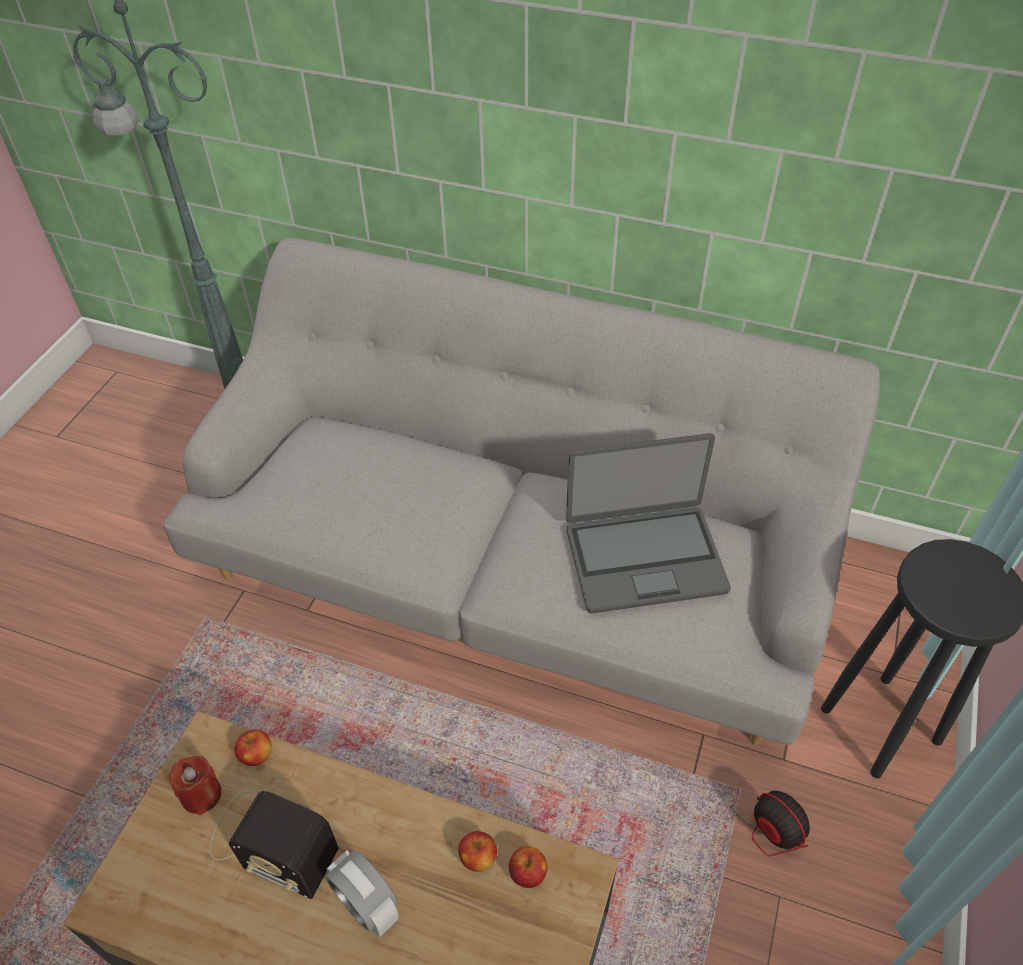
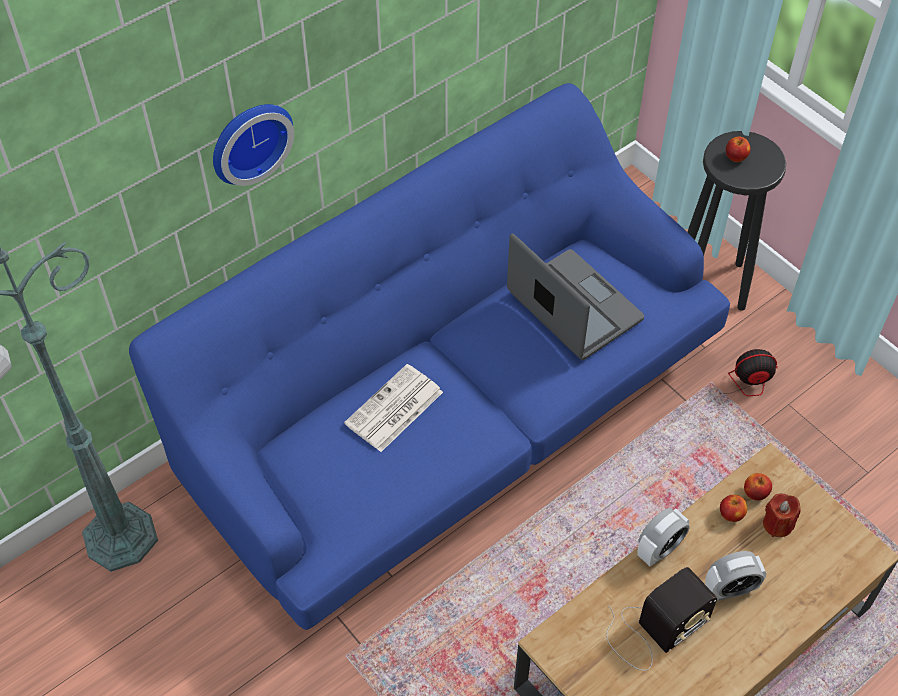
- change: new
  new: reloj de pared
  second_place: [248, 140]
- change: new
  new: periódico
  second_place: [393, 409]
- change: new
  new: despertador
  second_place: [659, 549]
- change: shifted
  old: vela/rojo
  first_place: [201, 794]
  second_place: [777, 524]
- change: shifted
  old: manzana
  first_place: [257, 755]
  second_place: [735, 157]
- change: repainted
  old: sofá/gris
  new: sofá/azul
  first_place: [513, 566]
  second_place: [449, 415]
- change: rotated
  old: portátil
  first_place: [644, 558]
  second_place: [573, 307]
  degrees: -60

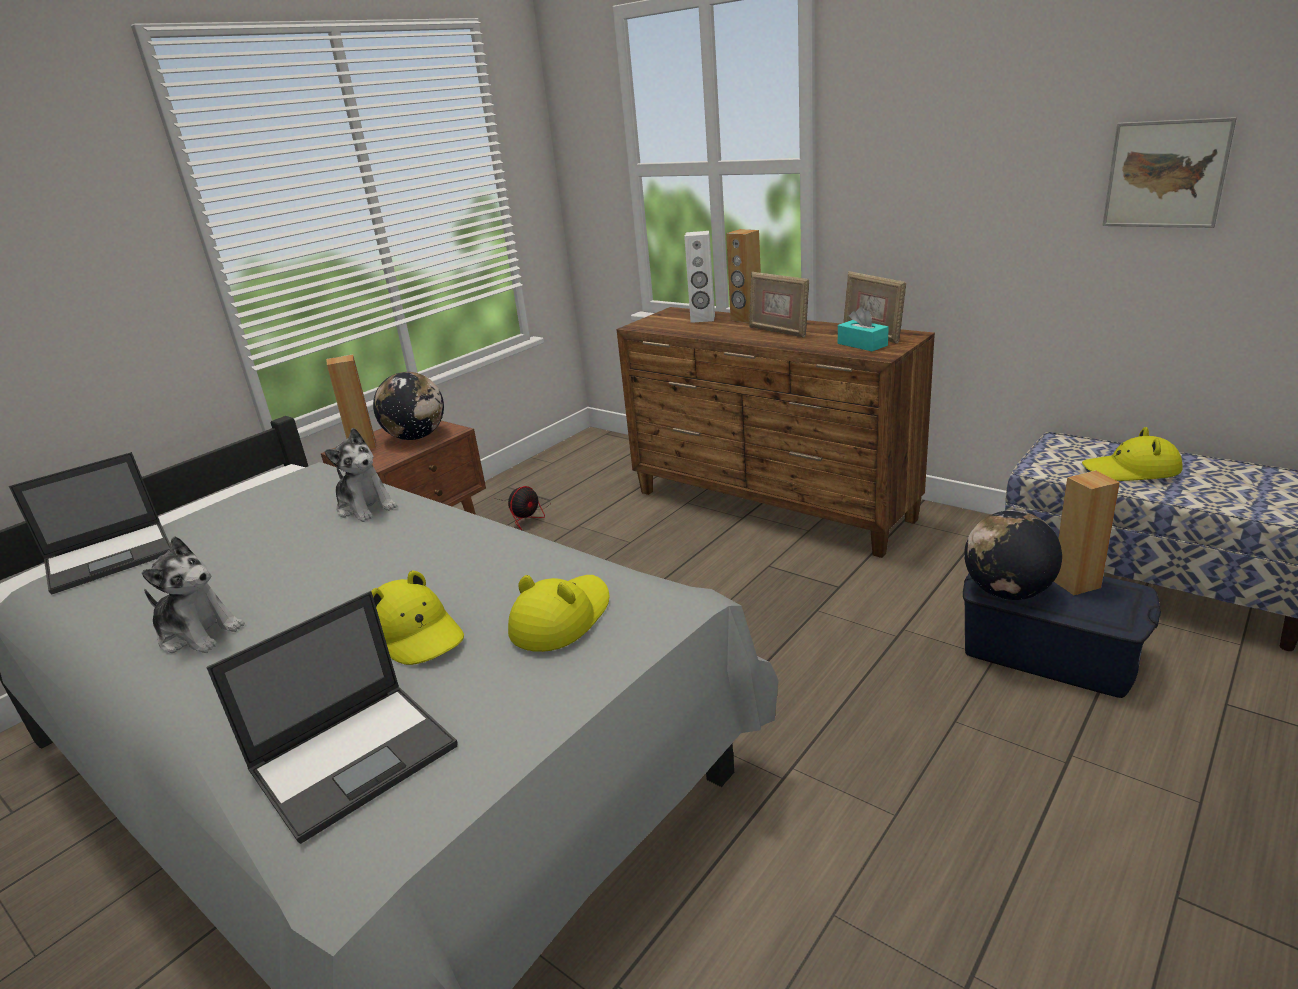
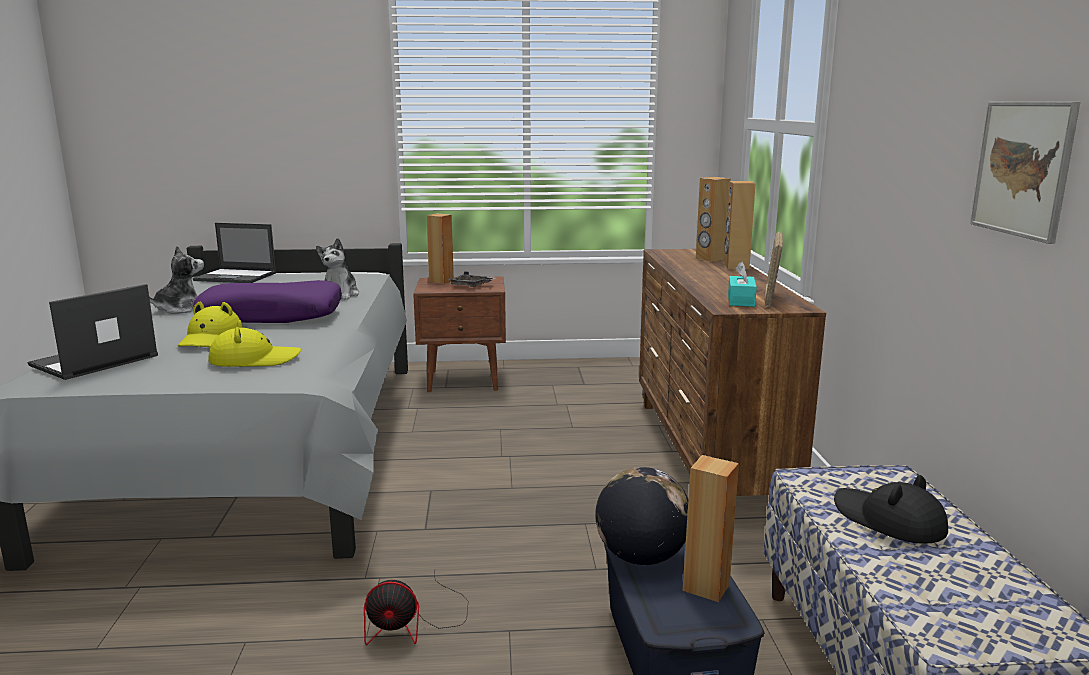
- change: gone
  old: portarretratos
  first_place: [778, 331]
- change: new
  new: cojín/morado
  second_place: [272, 316]
- change: shifted
  old: ventilador
  first_place: [527, 514]
  second_place: [414, 623]
- change: swapped
  old: globo terráqueo
  new: bandeja/gris
  first_place: [416, 437]
  second_place: [471, 286]
- change: repainted
  old: altavoz/blanco
  new: altavoz/marrón
  first_place: [702, 319]
  second_place: [710, 259]
- change: repainted
  old: sombrero/amarillo
  new: sombrero/negro
  first_place: [1131, 470]
  second_place: [888, 520]
- change: rotated
  old: peluche
  first_place: [199, 633]
  second_place: [180, 309]
  degrees: -120
- change: rotated
  old: portátil
  first_place: [356, 757]
  second_place: [93, 361]
  degrees: 120

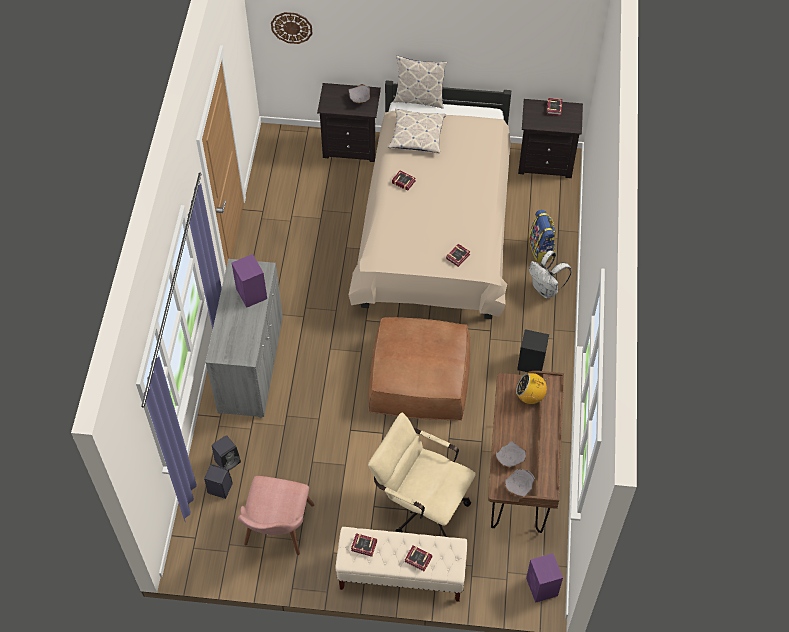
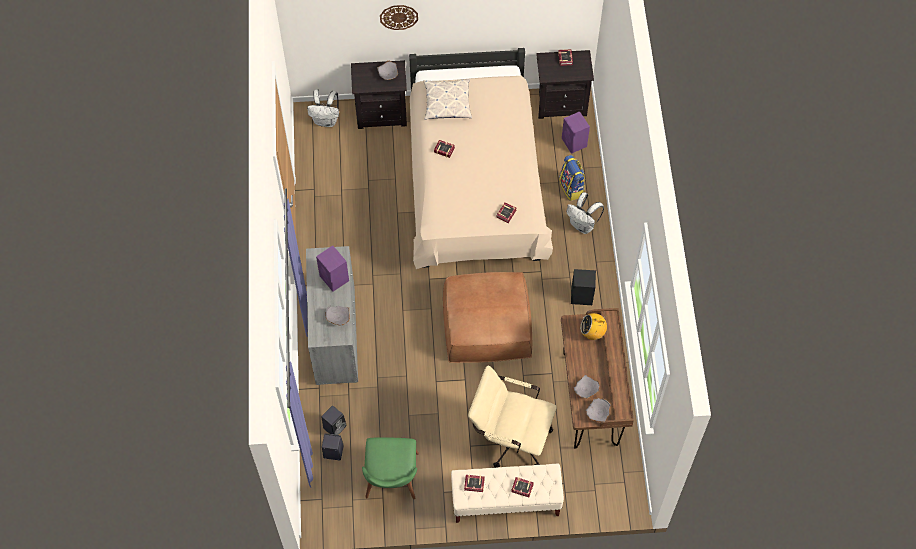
- change: gone
  old: cojín
  first_place: [419, 99]
- change: new
  new: mochila/blanco
  second_place: [326, 120]
- change: new
  new: cuenco/gris
  second_place: [338, 319]
- change: shifted
  old: reloj de pared
  first_place: [291, 27]
  second_place: [399, 17]
- change: shifted
  old: altavoz/morado
  first_place: [542, 587]
  second_place: [574, 143]
- change: repainted
  old: silla/rosa
  new: silla/verde
  first_place: [276, 533]
  second_place: [391, 483]

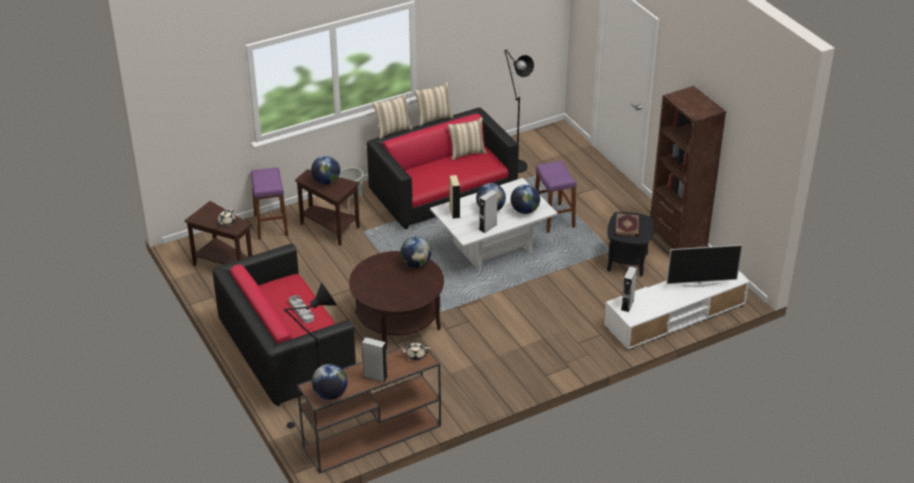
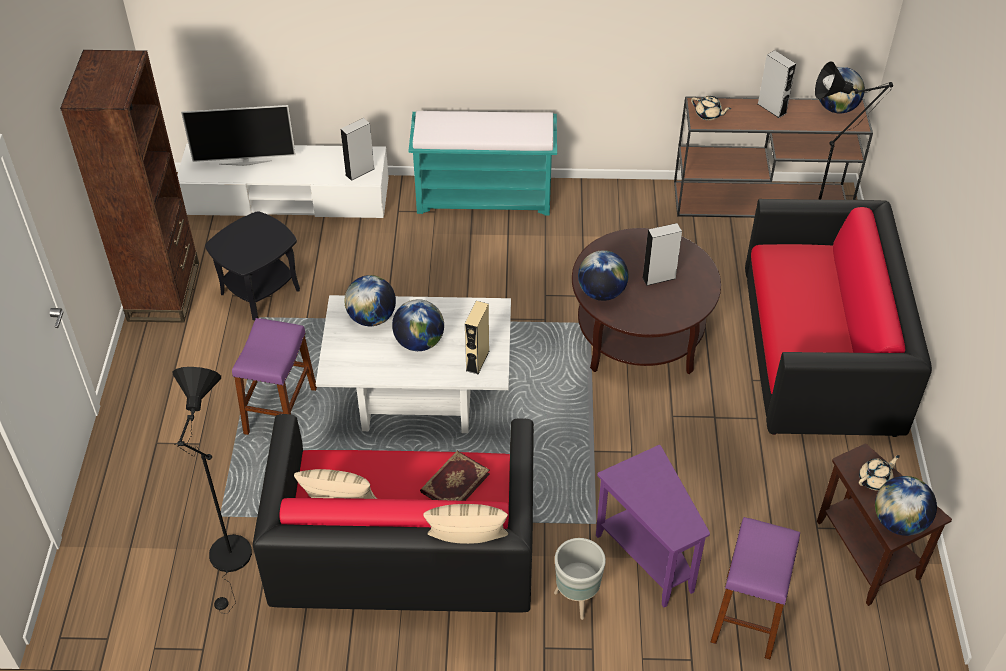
- change: gone
  old: bandeja/gris
  first_place: [301, 311]
- change: gone
  old: cojín/beis
  first_place: [433, 118]
- change: new
  new: banco/turquesa
  second_place: [485, 197]
- change: shifted
  old: globo terráqueo
  first_place: [326, 181]
  second_place: [899, 522]
- change: shifted
  old: altavoz/gris
  first_place: [487, 227]
  second_place: [659, 277]
- change: shifted
  old: libro
  first_place: [627, 226]
  second_place: [454, 482]
- change: repainted
  old: mesa auxiliar/marrón
  new: mesa auxiliar/morado
  first_place: [330, 229]
  second_place: [647, 555]
- change: rotated
  old: televisor
  first_place: [700, 284]
  second_place: [245, 162]
  degrees: 150

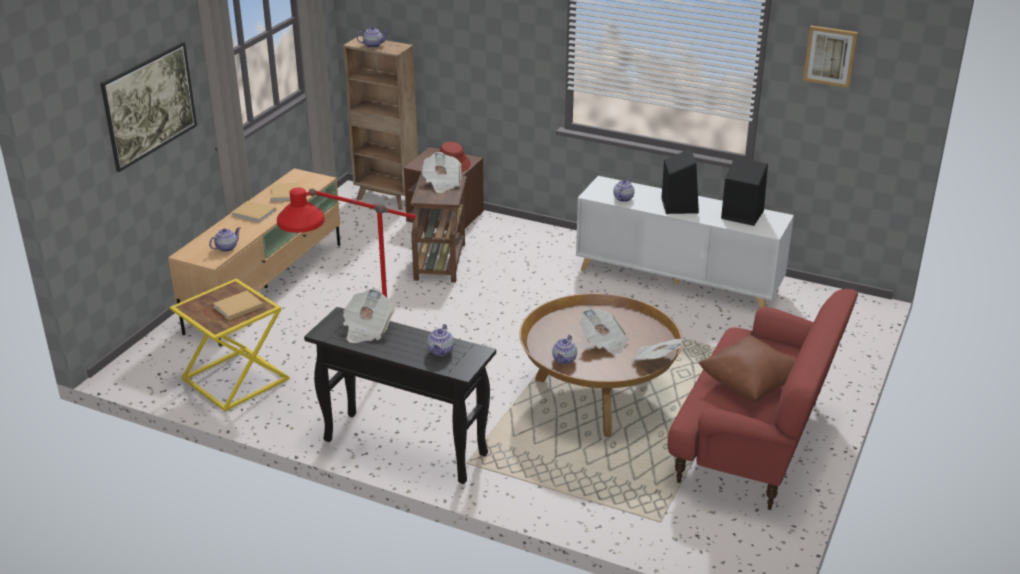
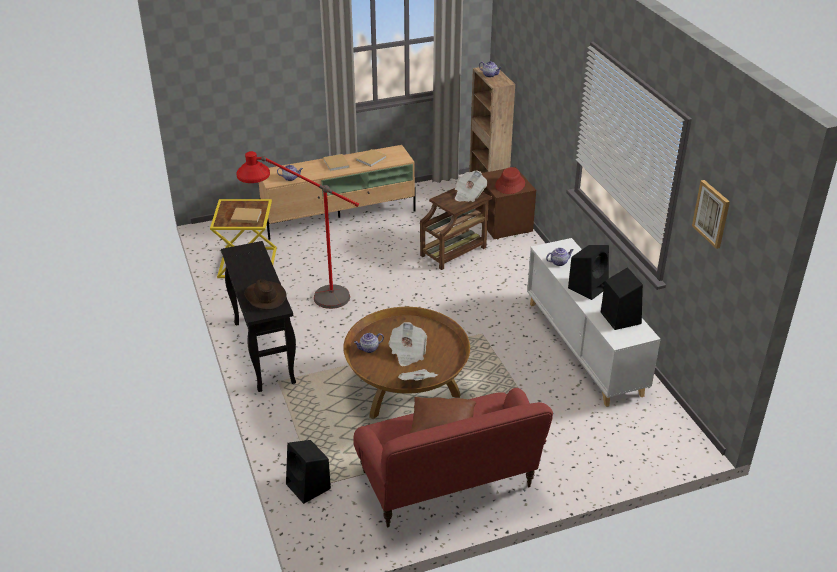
- change: gone
  old: cuadro
  first_place: [153, 126]
- change: gone
  old: periódico
  first_place: [367, 329]
- change: new
  new: altavoz/negro
  second_place: [309, 487]
- change: swapped
  old: tetera
  new: sombrero/marrón
  first_place: [441, 351]
  second_place: [264, 297]

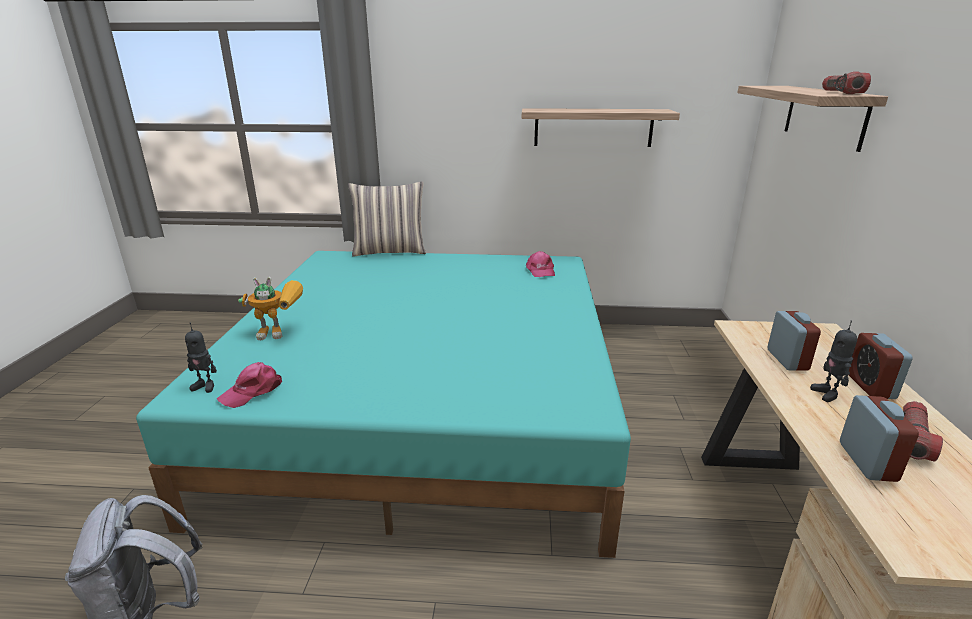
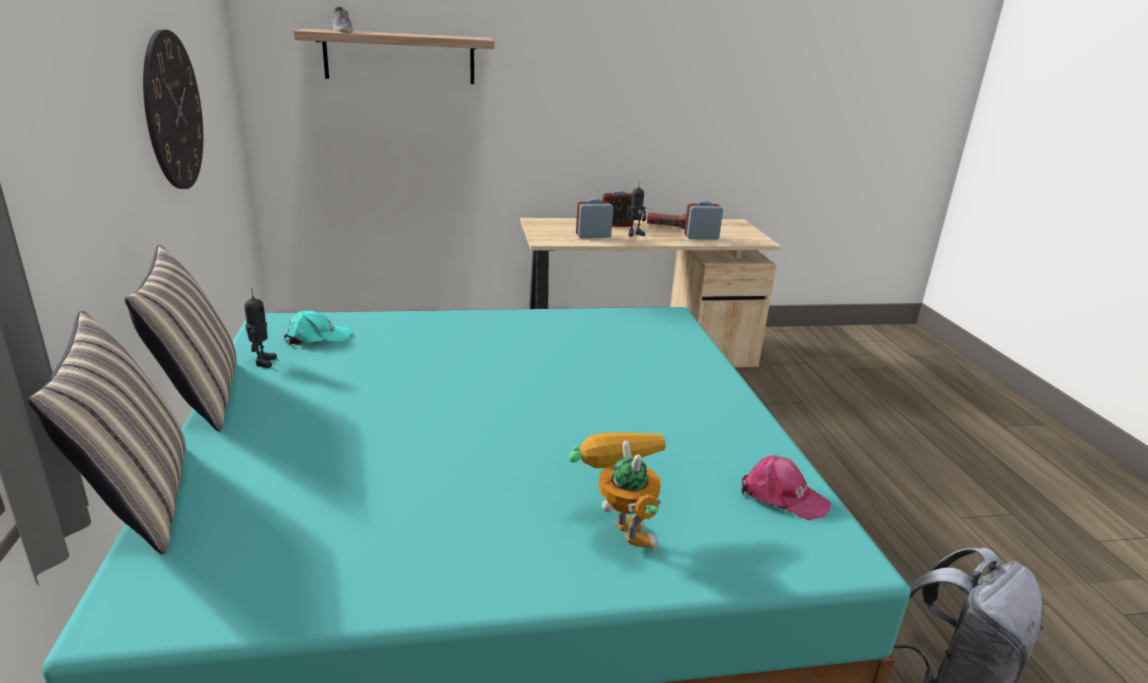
- change: gone
  old: linterna
  first_place: [840, 93]
- change: new
  new: cojín
  second_place: [200, 397]
- change: new
  new: zapato
  second_place: [342, 31]
- change: shifted
  old: robot de juguete
  first_place: [205, 386]
  second_place: [263, 362]
- change: swapped
  old: estante
  new: reloj de pared
  first_place: [593, 127]
  second_place: [173, 111]
- change: repainted
  old: gorra/rosa
  new: gorra/turquesa
  first_place: [540, 270]
  second_place: [316, 337]

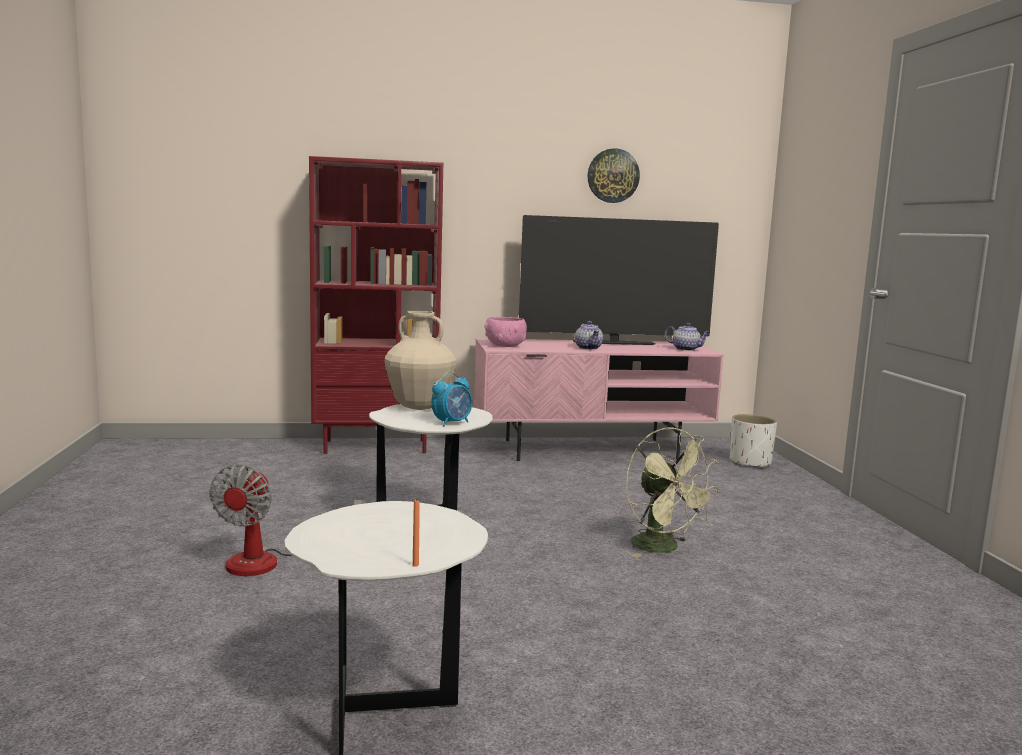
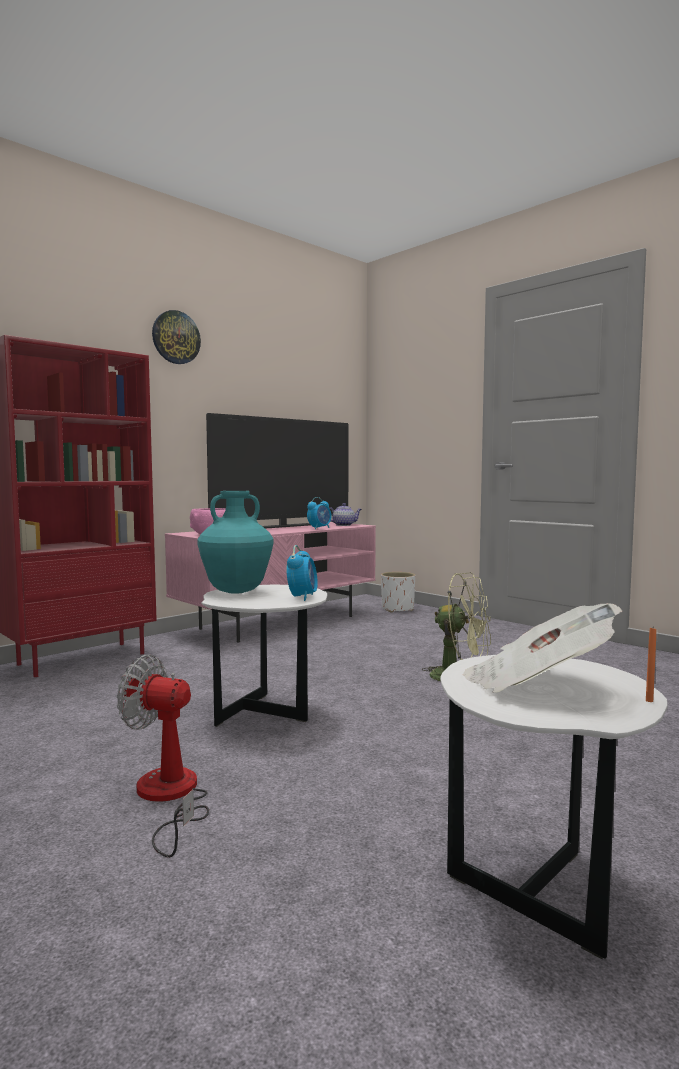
- change: gone
  old: tetera
  first_place: [588, 348]
- change: new
  new: despertador
  second_place: [319, 528]
- change: new
  new: periódico
  second_place: [536, 685]
- change: shifted
  old: reloj de pared
  first_place: [613, 176]
  second_place: [176, 337]
- change: repainted
  old: florero/beis
  new: florero/turquesa
  first_place: [420, 407]
  second_place: [237, 591]
- change: rotated
  old: ventilador
  first_place: [271, 562]
  second_place: [169, 797]
  degrees: 135

